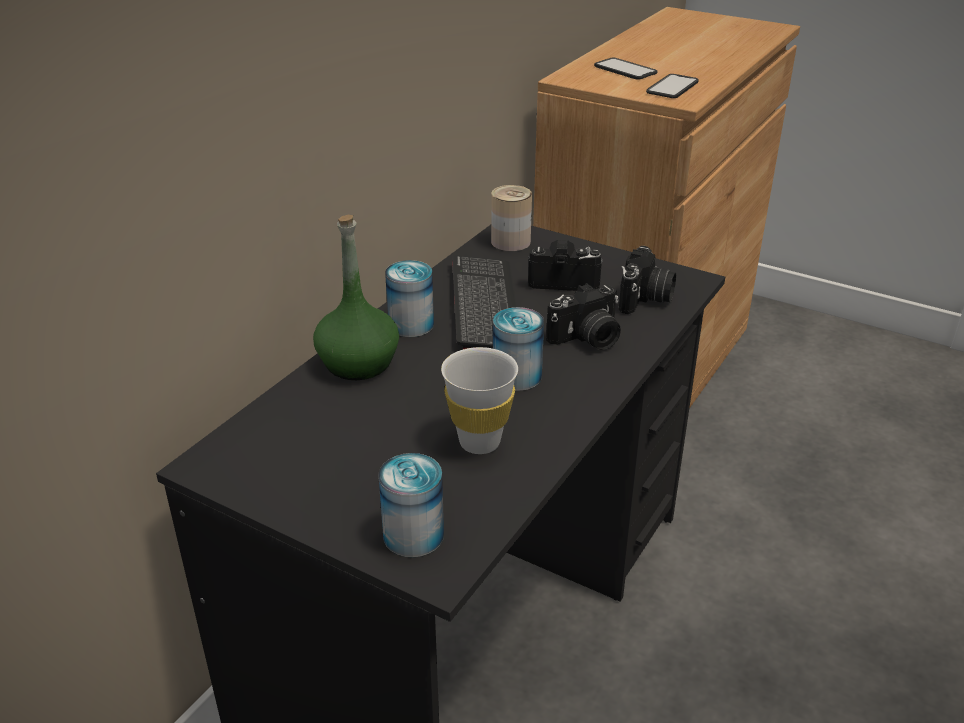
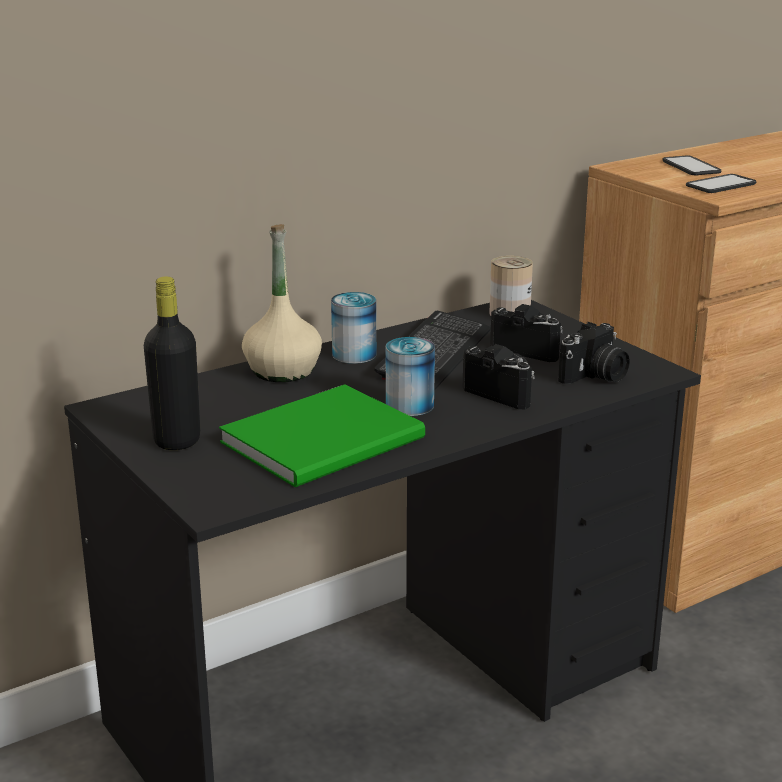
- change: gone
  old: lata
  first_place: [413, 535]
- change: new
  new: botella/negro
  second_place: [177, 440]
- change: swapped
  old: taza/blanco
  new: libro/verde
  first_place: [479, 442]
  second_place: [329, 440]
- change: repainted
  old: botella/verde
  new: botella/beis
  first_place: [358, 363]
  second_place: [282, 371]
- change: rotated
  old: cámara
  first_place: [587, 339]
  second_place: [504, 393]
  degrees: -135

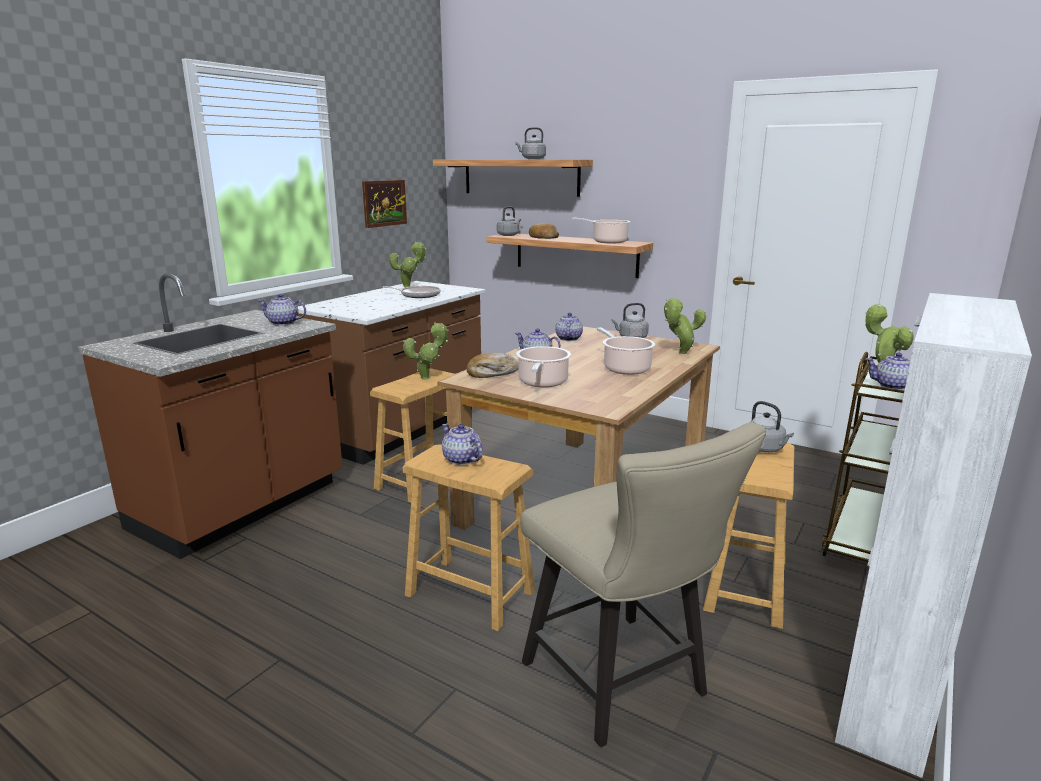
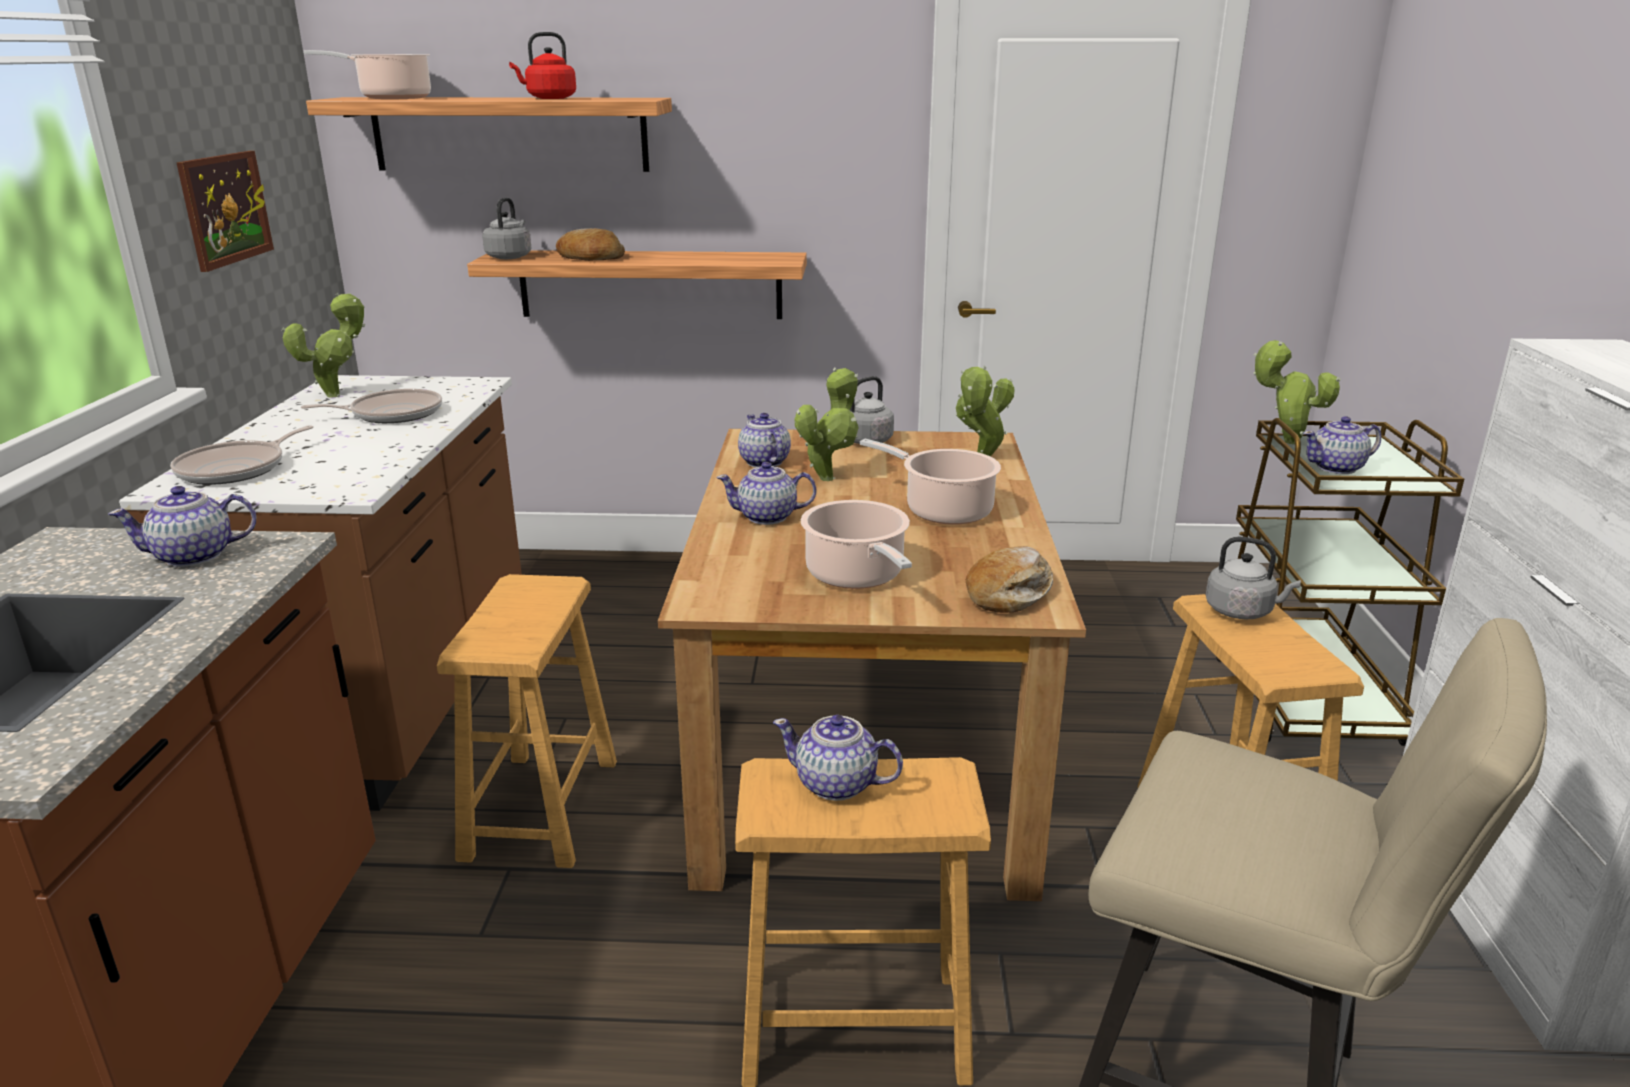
- change: new
  new: sartén
  second_place: [237, 469]
- change: shifted
  old: planta en maceta
  first_place: [428, 378]
  second_place: [829, 477]
- change: shifted
  old: pan
  first_place: [492, 373]
  second_place: [1009, 593]
- change: shifted
  old: olla
  first_place: [607, 241]
  second_place: [391, 98]
- change: repainted
  old: hervidor/gris
  new: hervidor/rojo
  first_place: [532, 159]
  second_place: [549, 98]

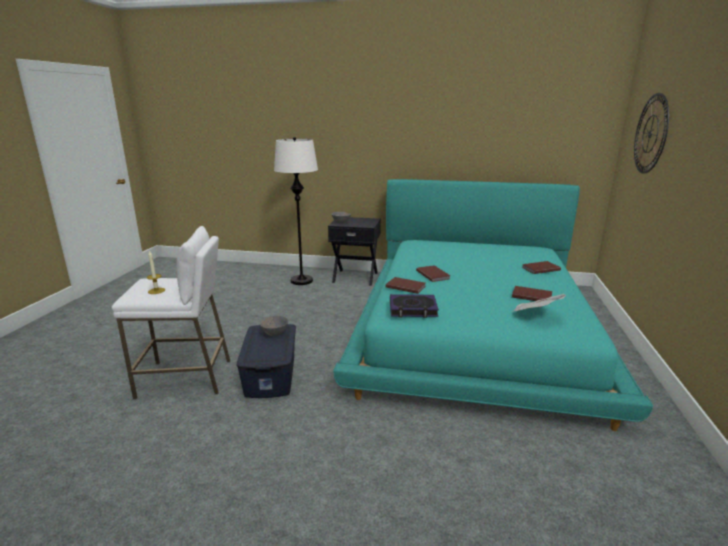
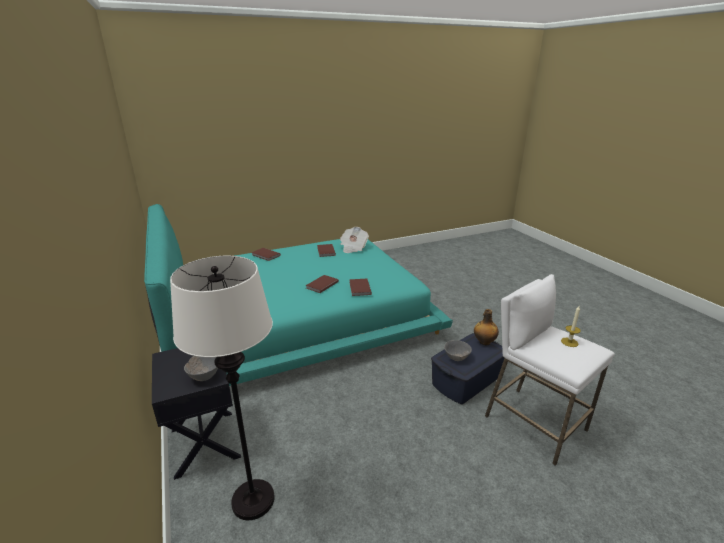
- change: gone
  old: libro
  first_place: [413, 309]
- change: gone
  old: reloj de pared
  first_place: [650, 134]
- change: new
  new: botella
  second_place: [484, 342]

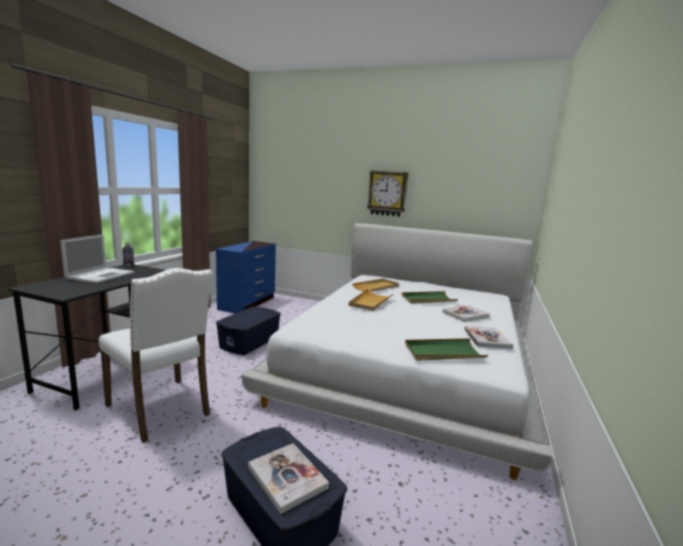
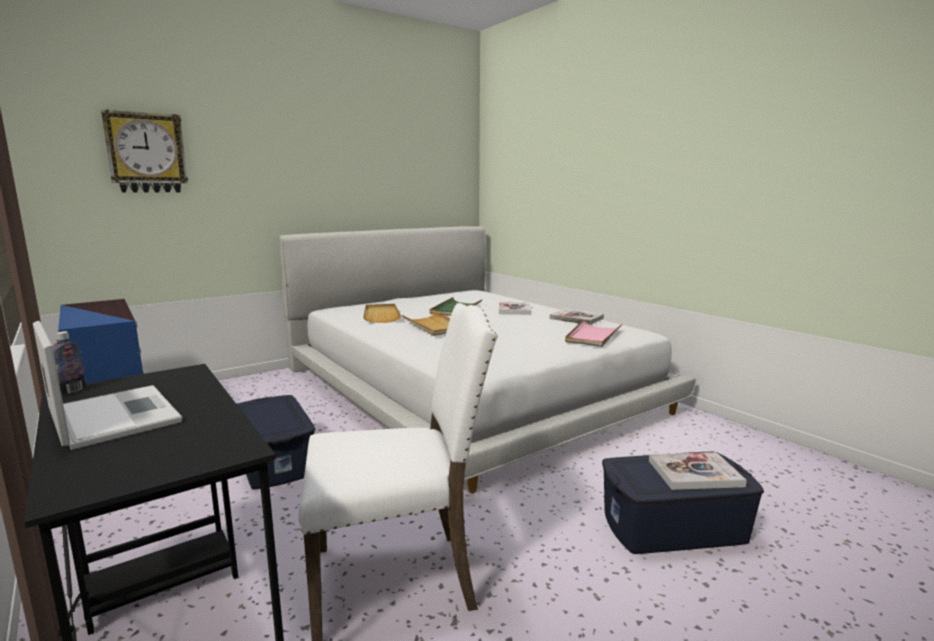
- change: shifted
  old: reloj de pared
  first_place: [387, 193]
  second_place: [146, 153]
- change: repainted
  old: bandeja/verde
  new: bandeja/rosa
  first_place: [443, 352]
  second_place: [593, 336]

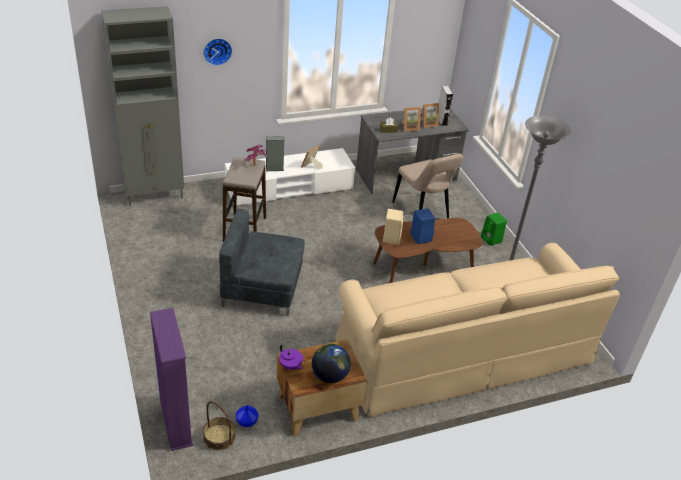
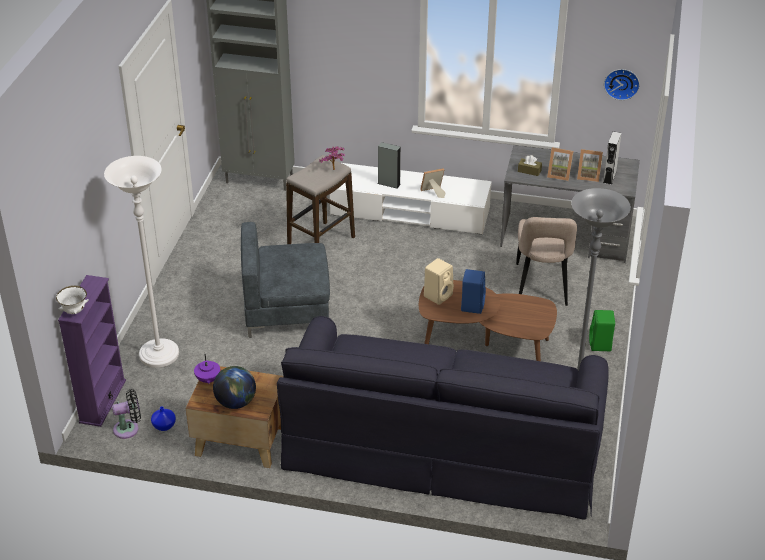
- change: new
  new: cuenco/blanco
  second_place: [74, 311]
- change: new
  new: lámpara de pie/blanco
  second_place: [159, 355]
- change: shifted
  old: reloj de pared
  first_place: [217, 50]
  second_place: [621, 83]
- change: swapped
  old: cesta
  new: ventilador/negro
  first_place: [219, 437]
  second_place: [129, 429]
- change: repainted
  old: sofá/beis
  new: sofá/negro
  first_place: [462, 350]
  second_place: [443, 447]
- change: rotated
  old: sillón/gris
  first_place: [263, 288]
  second_place: [287, 309]
  degrees: -45

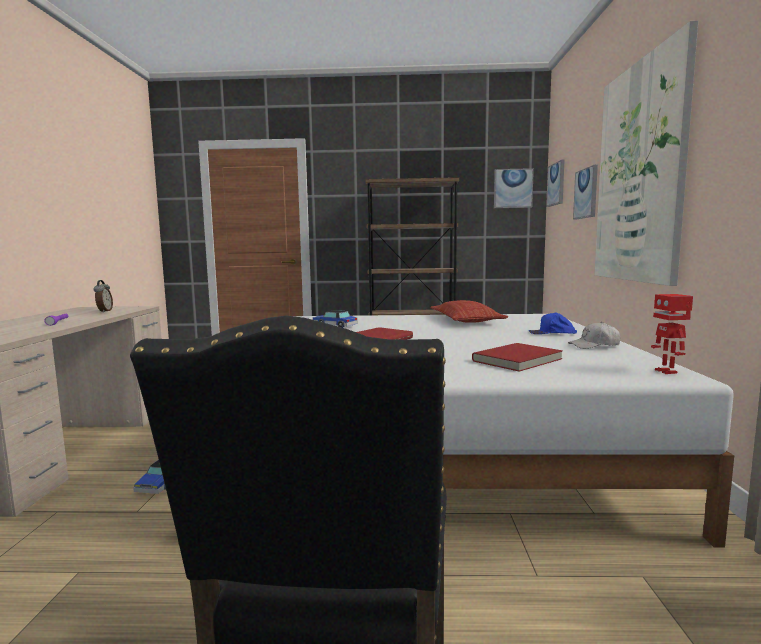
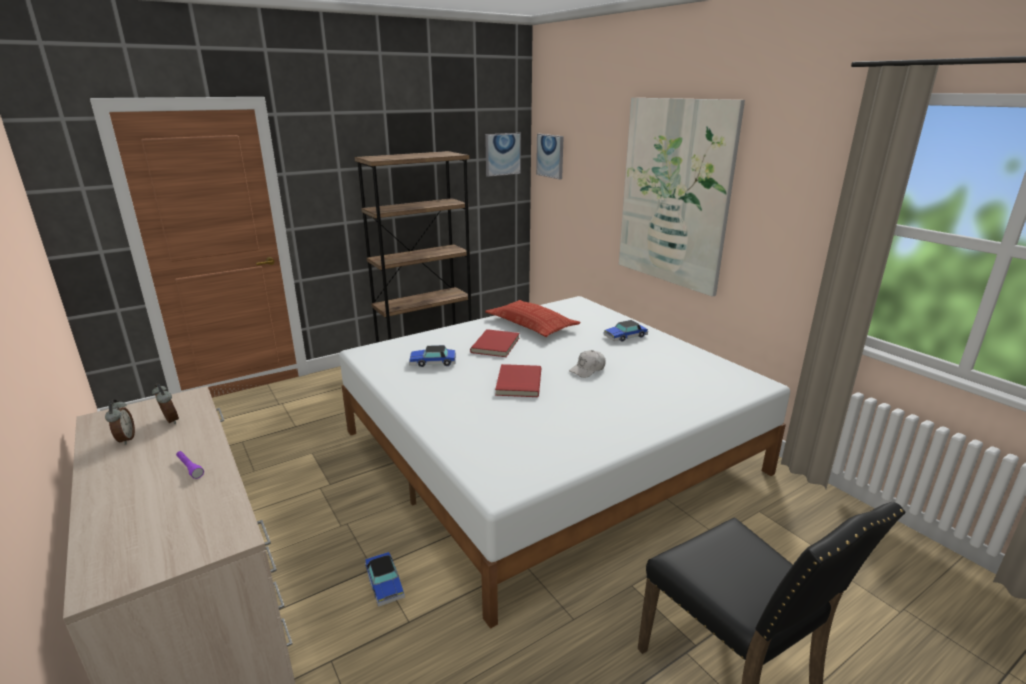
- change: gone
  old: cuadro
  first_place: [586, 193]
- change: gone
  old: robot de juguete
  first_place: [667, 371]
- change: new
  new: despertador
  second_place: [125, 439]
- change: shifted
  old: libro/rojo
  first_place: [518, 360]
  second_place: [496, 345]
- change: shifted
  old: gorra/blanco
  first_place: [594, 346]
  second_place: [587, 369]
- change: swapped
  old: gorra/azul
  new: coche de juguete
  first_place: [552, 333]
  second_place: [625, 336]

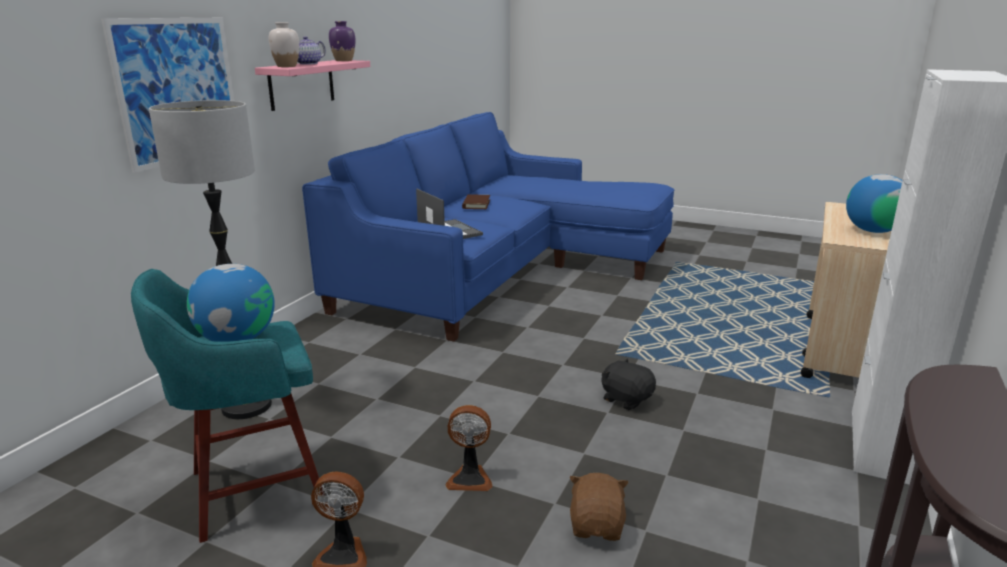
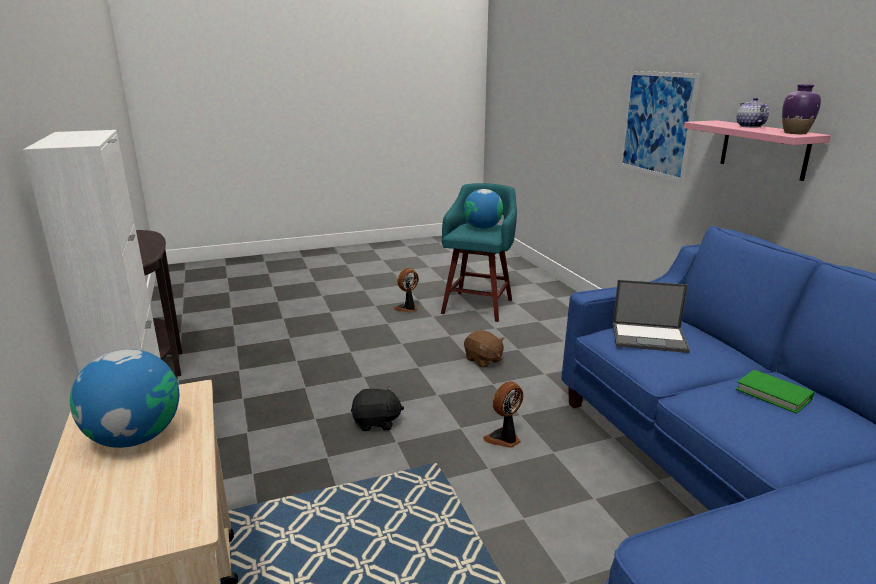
- change: gone
  old: lámpara de pie
  first_place: [246, 406]
- change: gone
  old: florero/blanco
  first_place: [286, 66]
- change: shifted
  old: ventilador
  first_place: [470, 478]
  second_place: [504, 439]
- change: shifted
  old: peluche/marrón
  first_place: [597, 526]
  second_place: [483, 360]
- change: repainted
  old: libro/marrón
  new: libro/verde
  first_place: [476, 204]
  second_place: [773, 394]

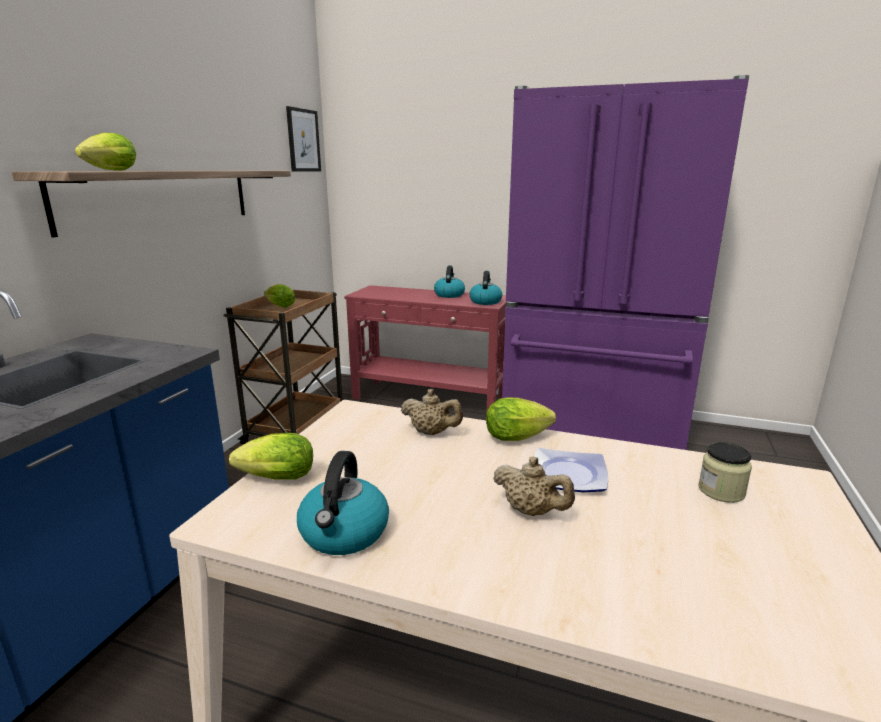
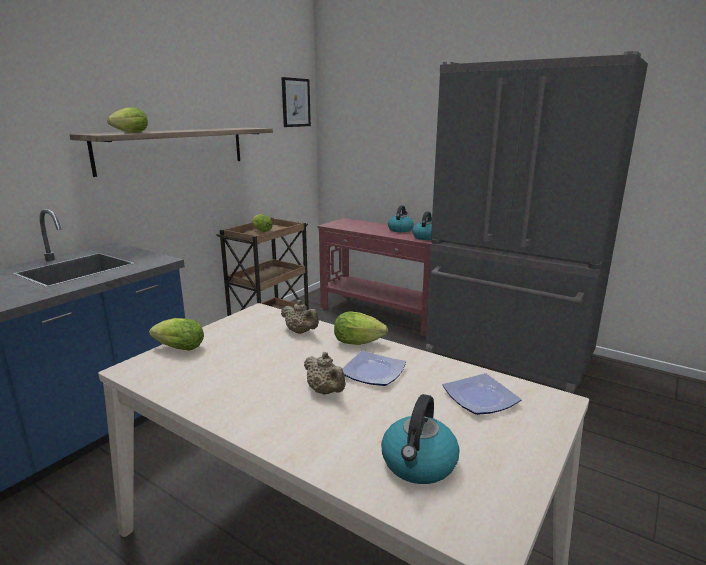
- change: shifted
  old: hervidor
  first_place: [344, 533]
  second_place: [419, 464]
- change: swapped
  old: tarro
  new: plato
  first_place: [721, 491]
  second_place: [480, 399]
- change: repainted
  old: nevera/morado
  new: nevera/gris
  first_place: [591, 430]
  second_place: [507, 355]

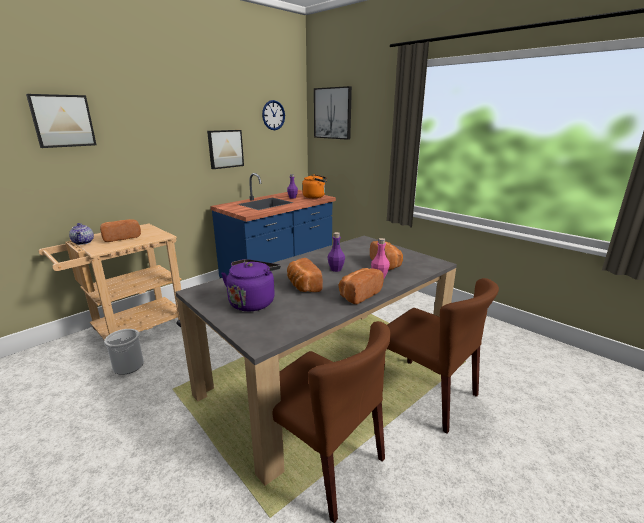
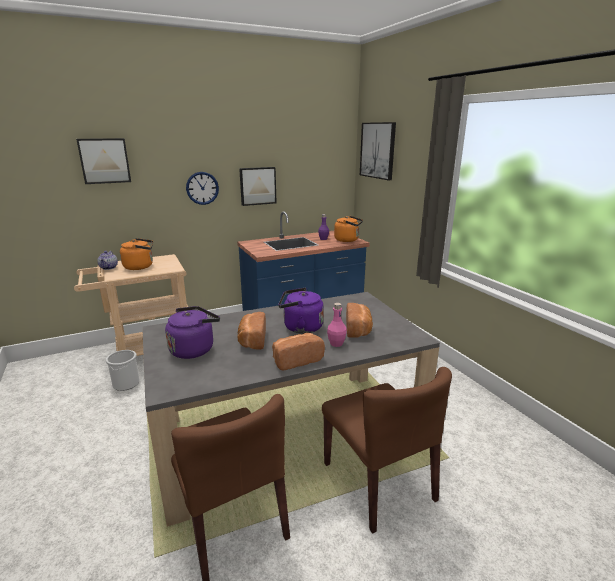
- change: shifted
  old: reloj de pared
  first_place: [273, 115]
  second_place: [202, 188]
- change: swapped
  old: pan
  new: hervidor/naranja
  first_place: [121, 238]
  second_place: [140, 266]
- change: swapped
  old: botella/morado
  new: hervidor/morado
  first_place: [336, 269]
  second_place: [300, 327]

